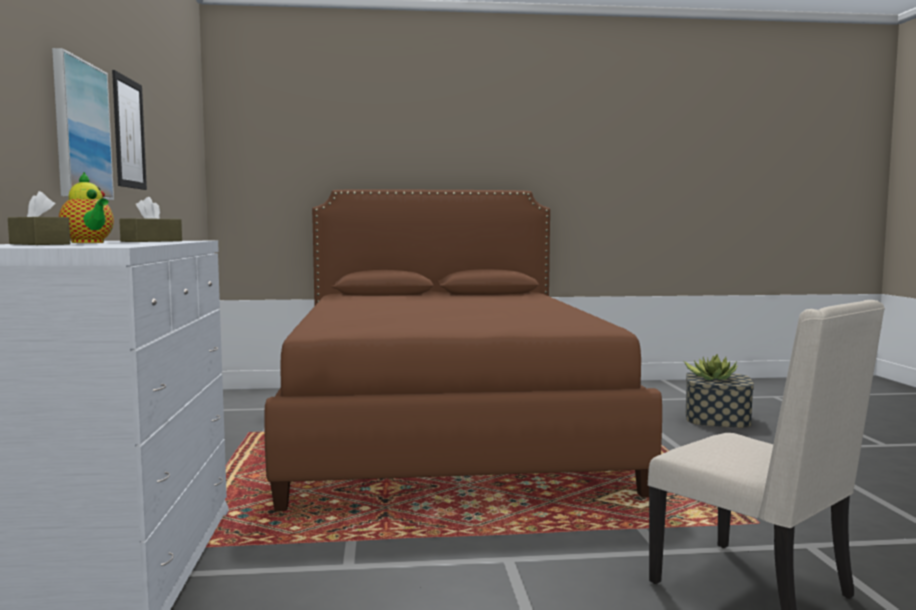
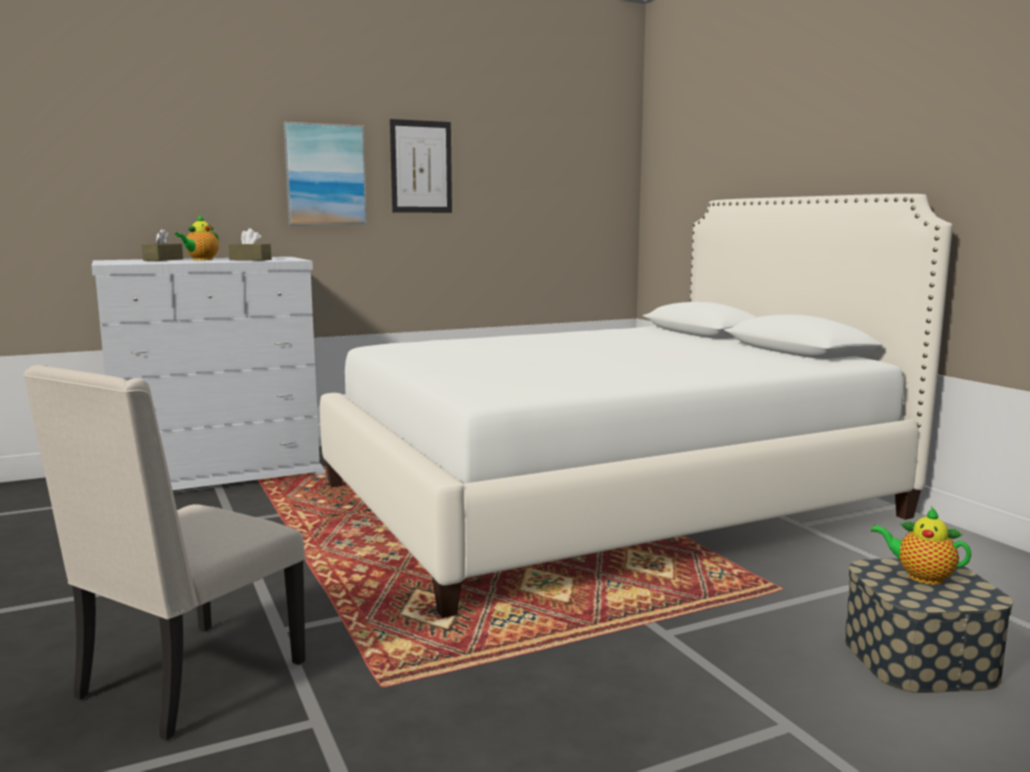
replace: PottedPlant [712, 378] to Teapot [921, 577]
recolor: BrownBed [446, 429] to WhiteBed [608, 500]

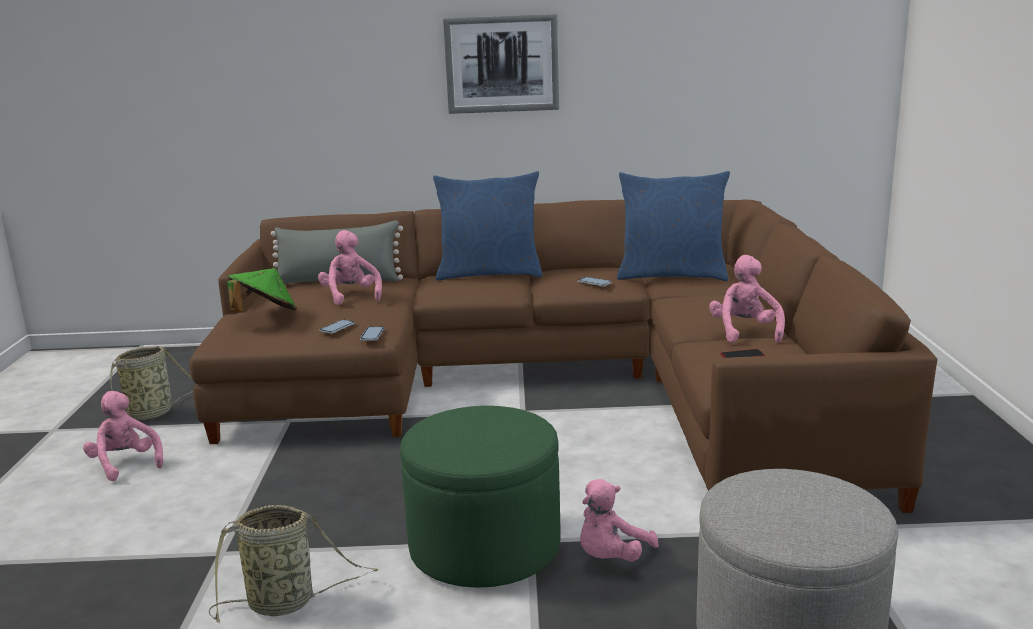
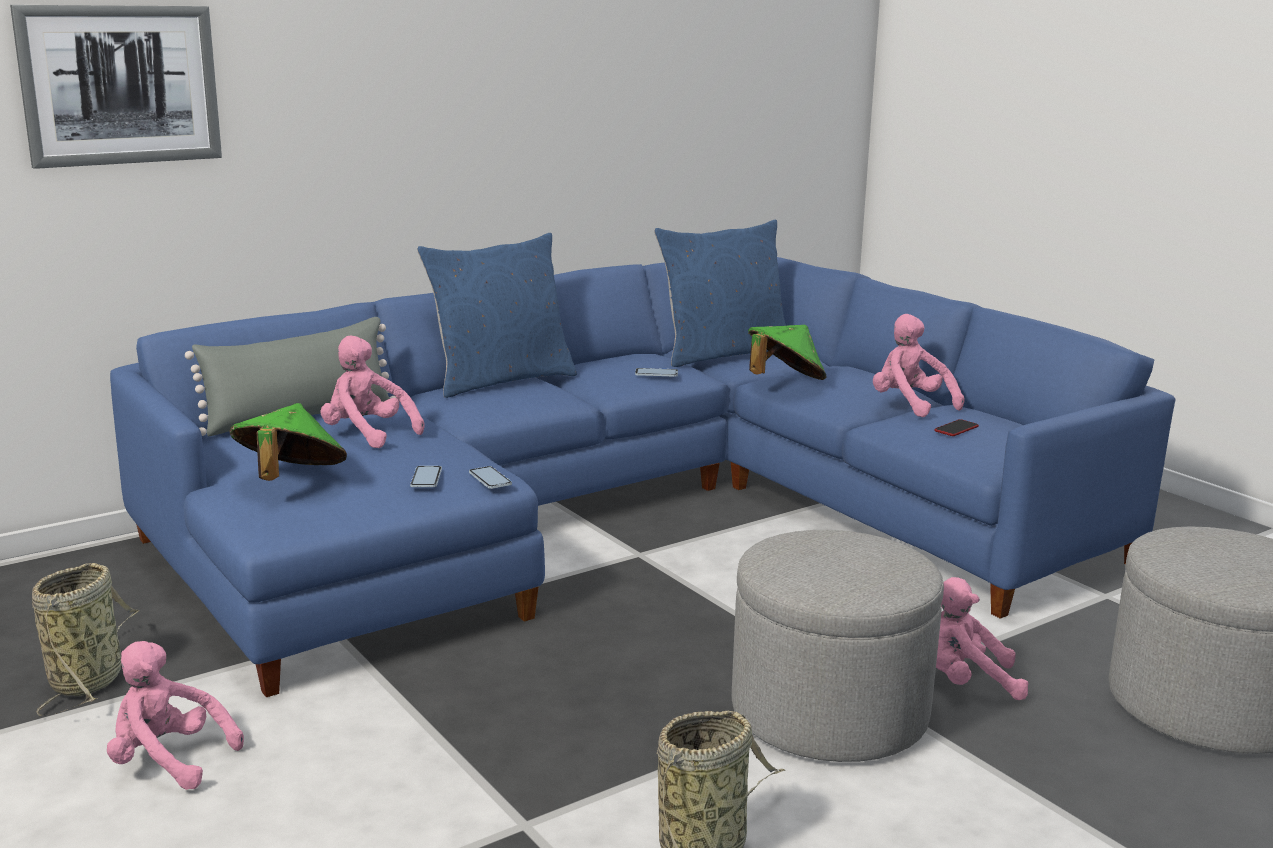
insert: GreenHat [784, 381]
move: Picture [502, 64] to [120, 85]
recolor: BrownSofa [551, 384] to BlueSofa [625, 516]; GreenOttoman [484, 547] to GreyOttoman [829, 712]
rotate: PinkPlushToy [611, 557] = [965, 682] 90 degrees clockwise

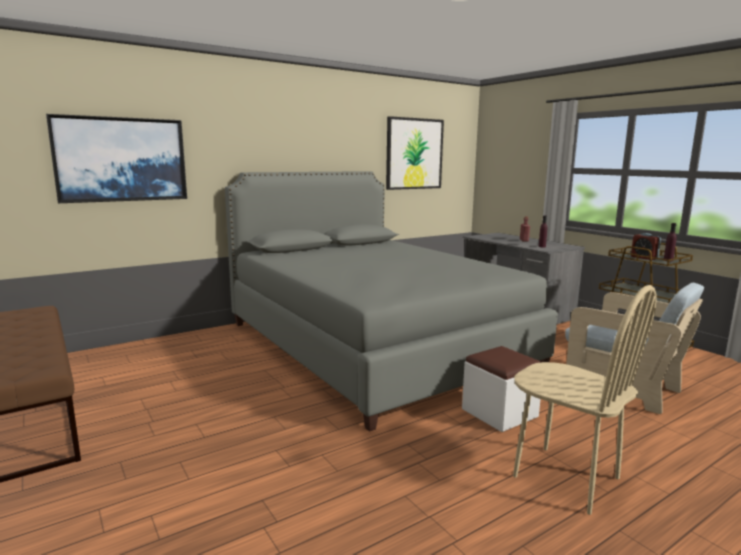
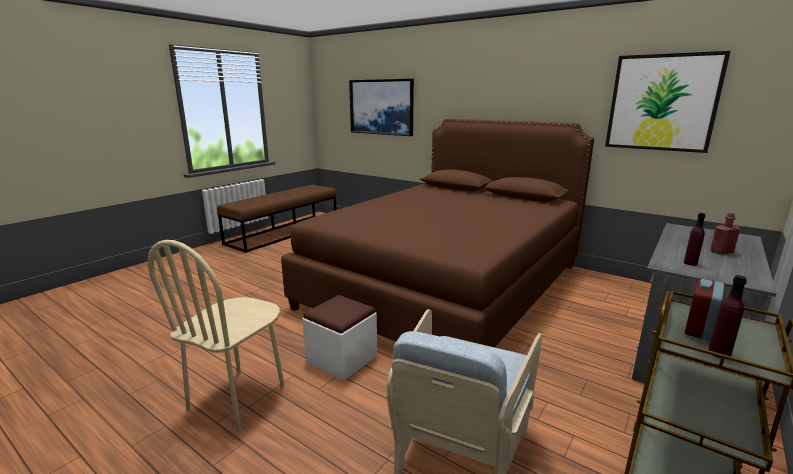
recolor: GreyBed [374, 344] to BrownBed [446, 286]

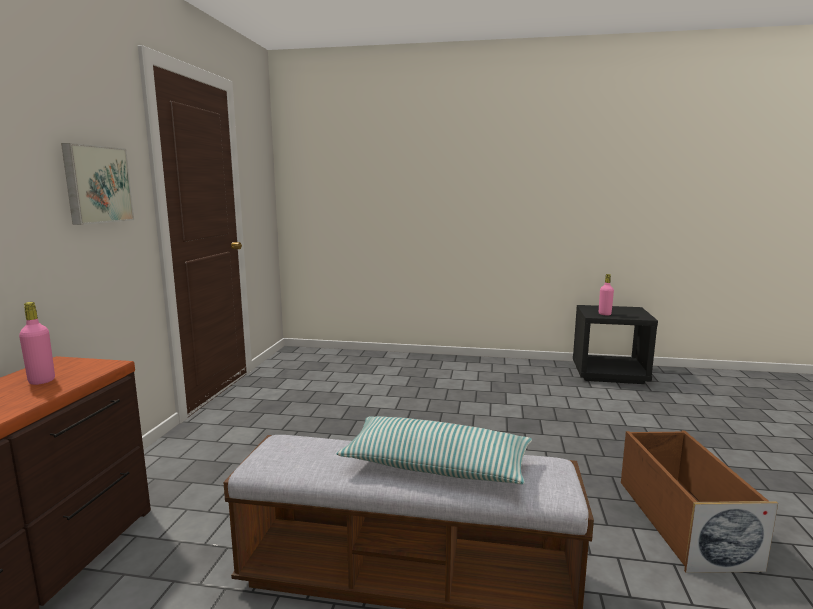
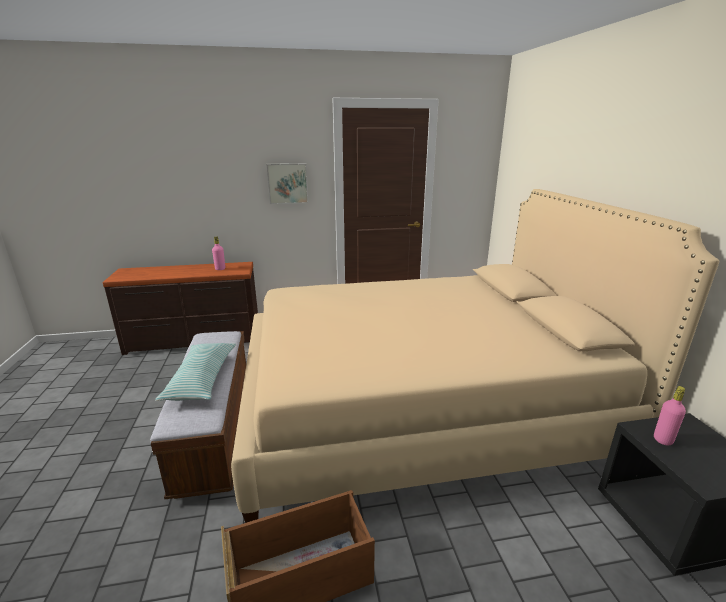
insert: BeigeBed [418, 406]

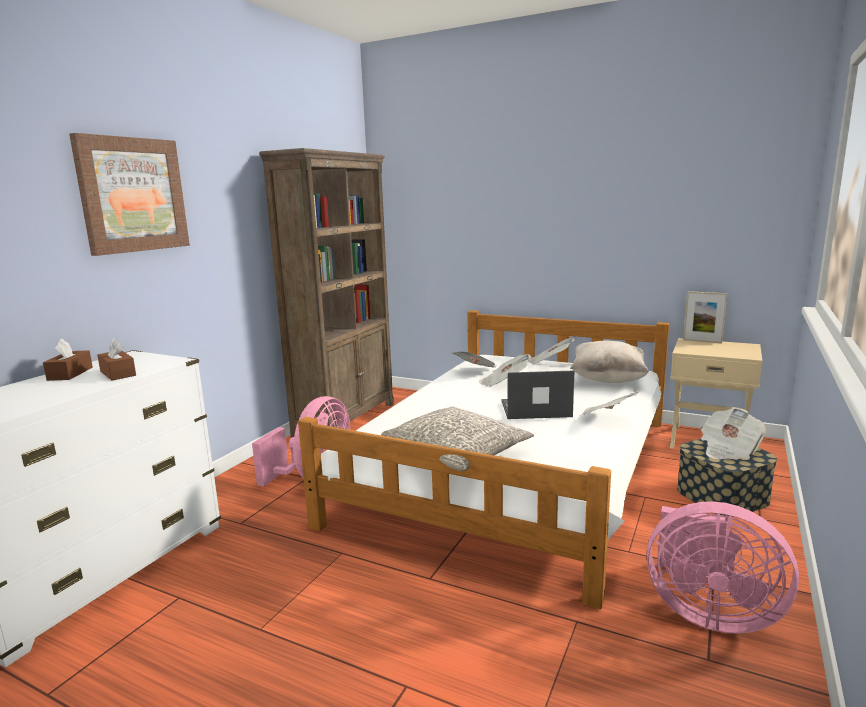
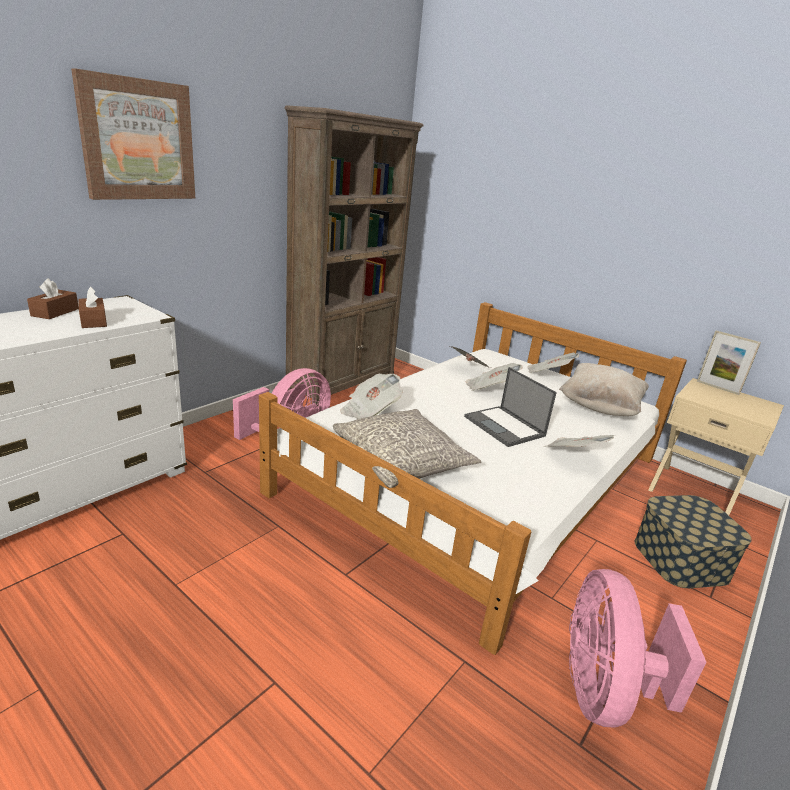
move: Newspaper [728, 450] to [370, 411]
rotate: Laptop [534, 409] = [505, 426] 135 degrees counterclockwise; PinkFan [707, 612] = [603, 690] 60 degrees clockwise

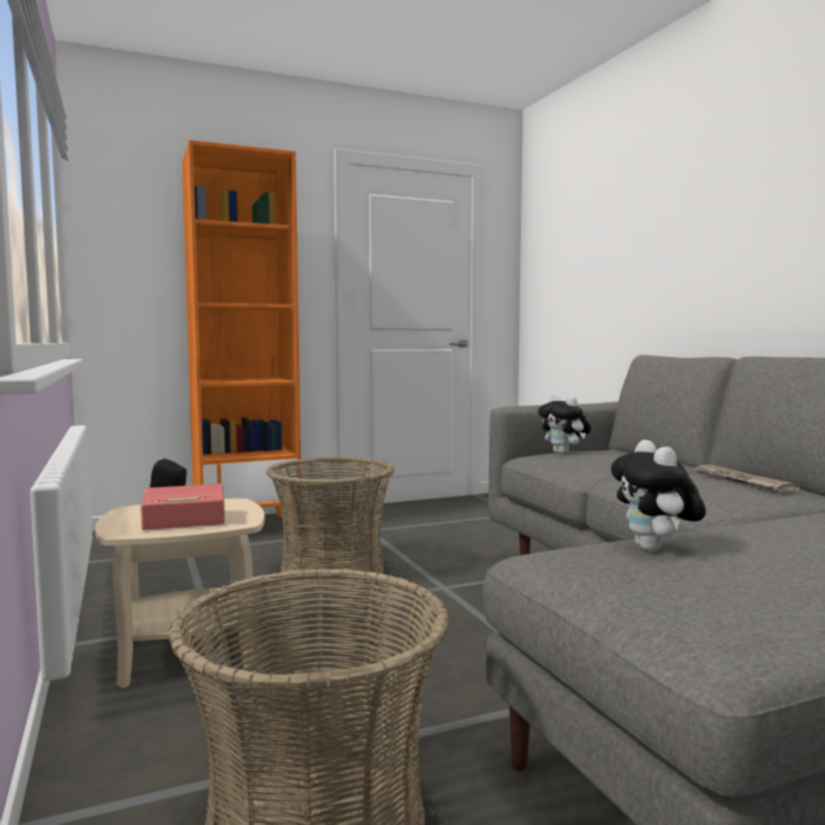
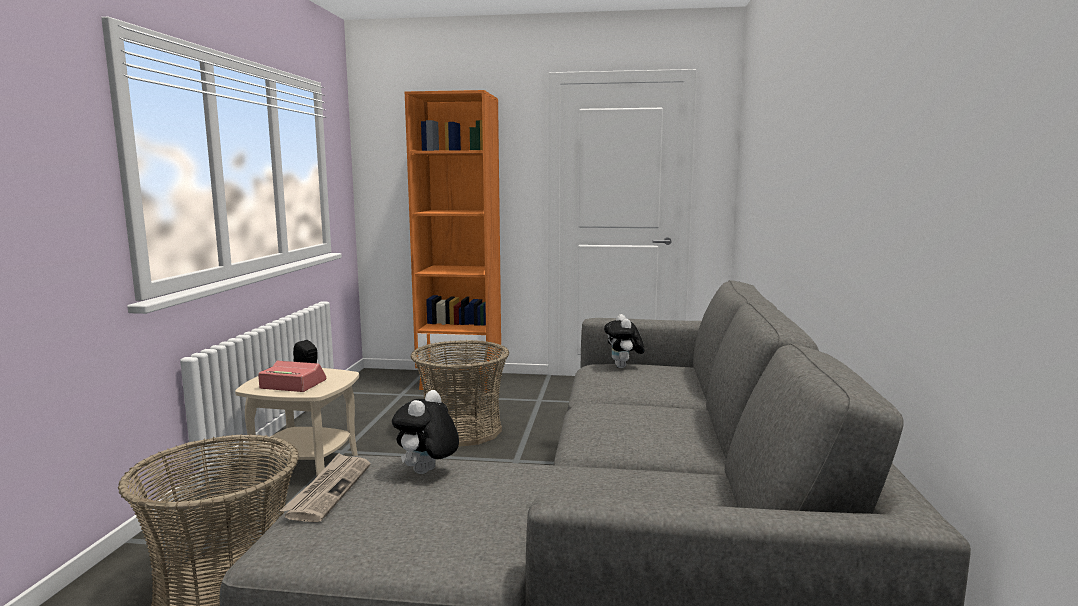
move: Newspaper [740, 481] to [329, 490]

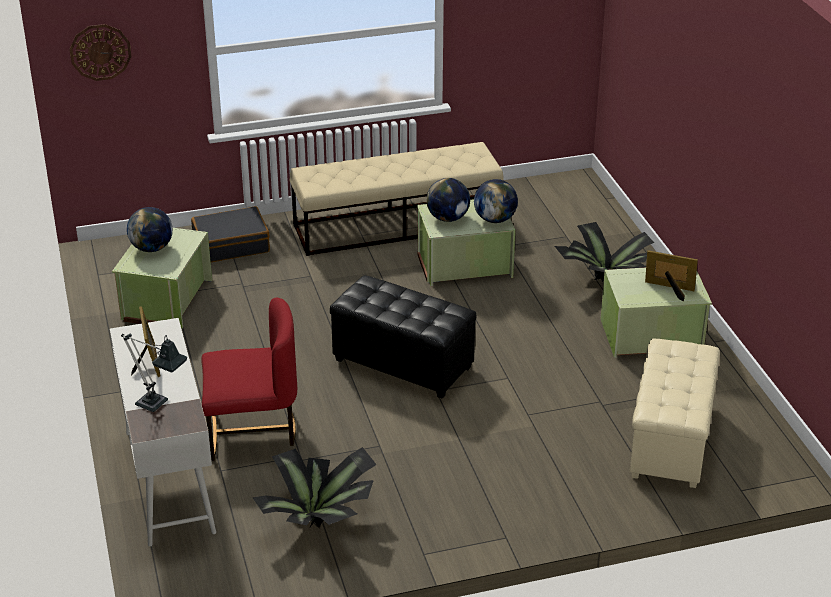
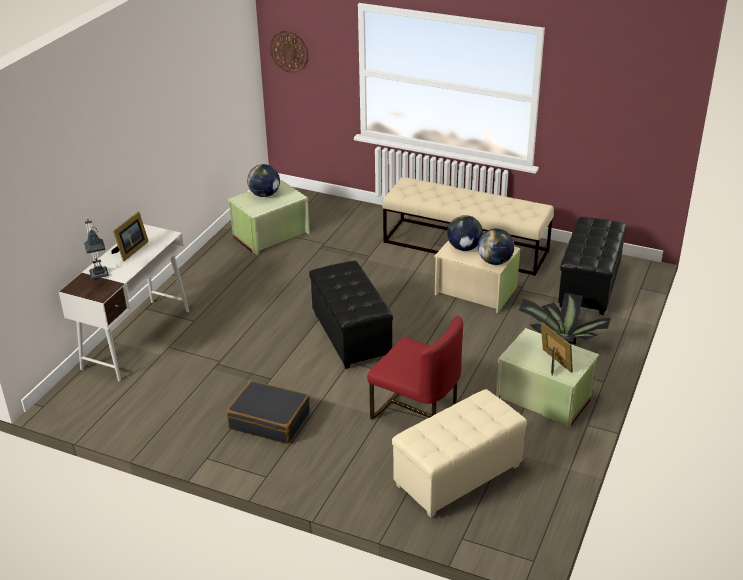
delete: PottedPlant [320, 520]
insert: BlackOttoman [588, 286]
move: BlackSuitcase [231, 245] to [270, 420]; RedChair [252, 431] to [416, 411]
recolor: GreenStorageBox [464, 264] to BeigeStorageBox [475, 290]

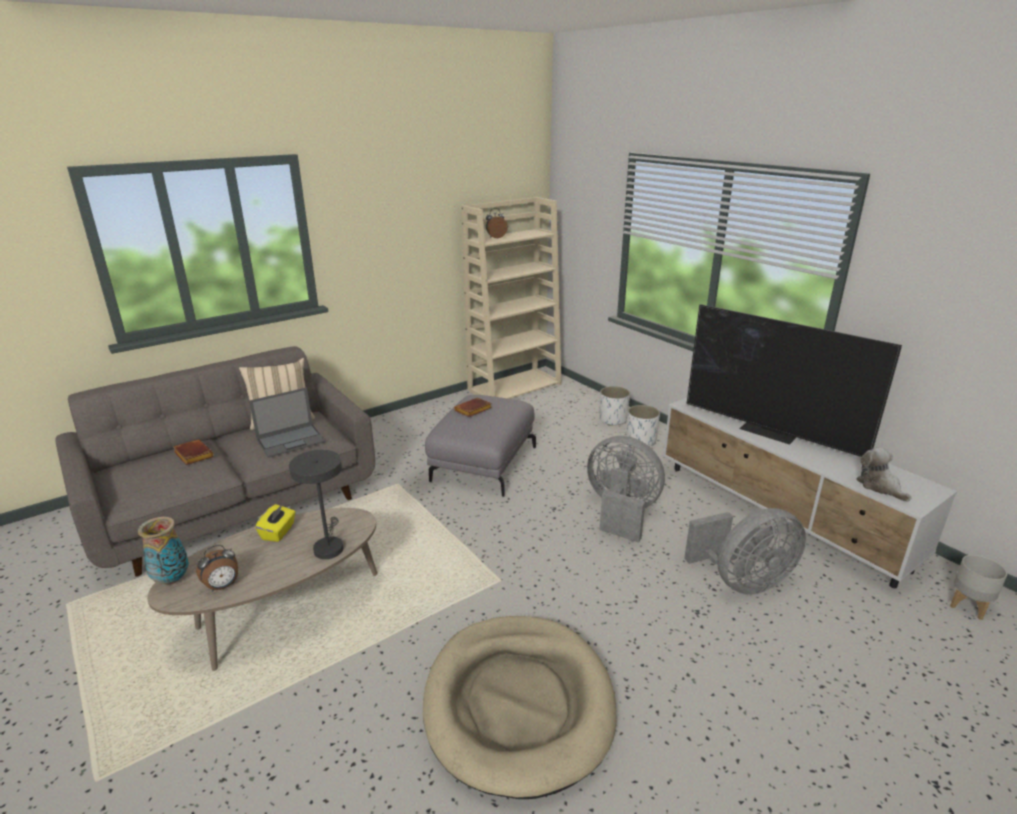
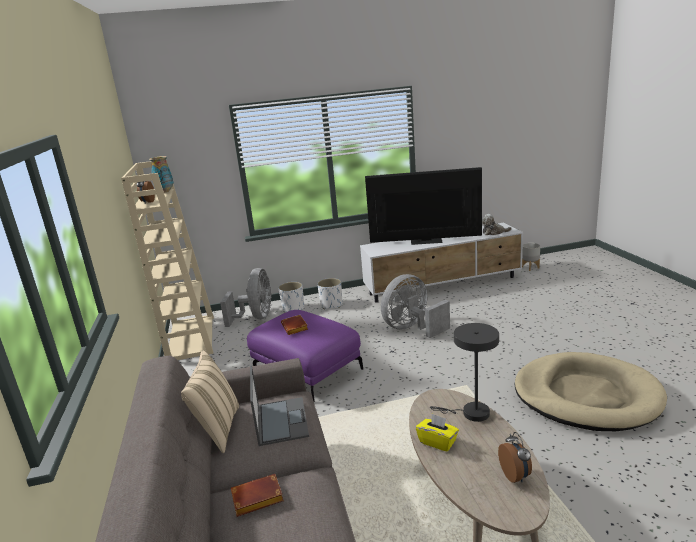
move: Vase [171, 580] to [165, 191]; GreyFan [743, 582] to [256, 317]
recolor: GreyOttoman [483, 463] to PurpleOttoman [306, 371]
rotate: Television [770, 431] = [425, 241] 150 degrees counterclockwise

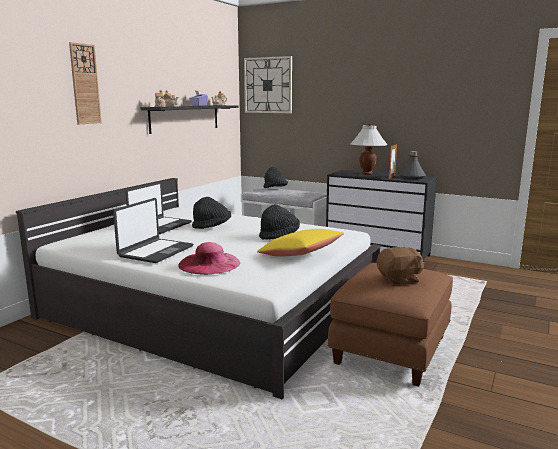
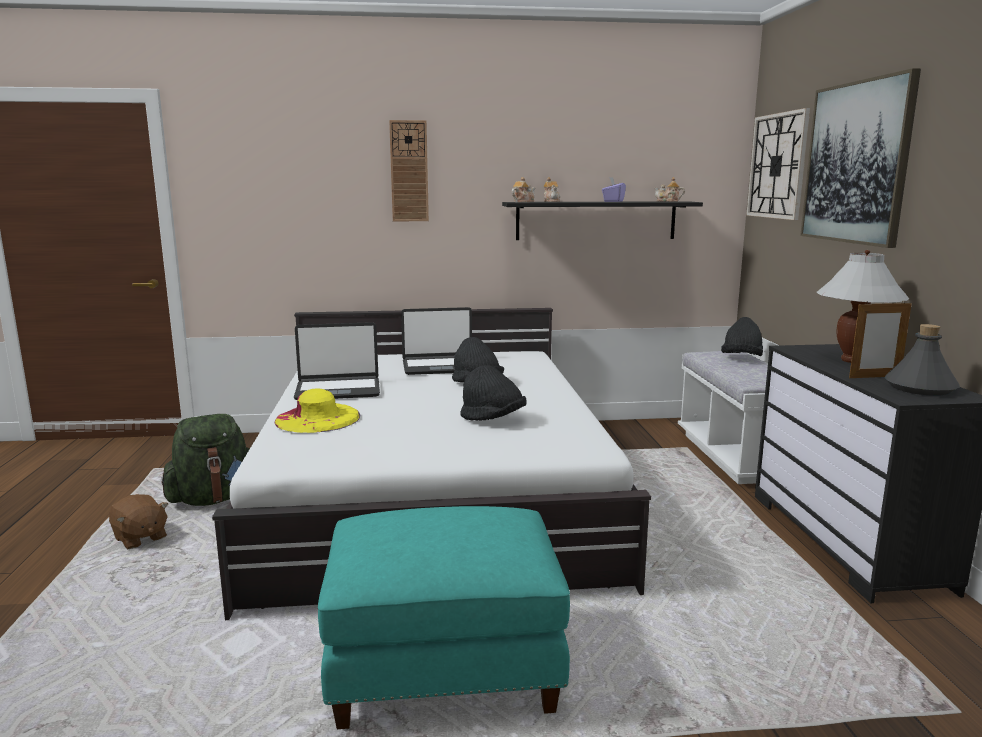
delete: YellowPillow [300, 255]
insert: GreenBackpack [214, 499]; Picture [856, 163]
move: BrownPlushToy [399, 279] to [140, 538]
recolor: PinkHat [209, 263] to YellowHat [317, 418]; BrownOttoman [390, 349] to TurquoiseOttoman [445, 666]

